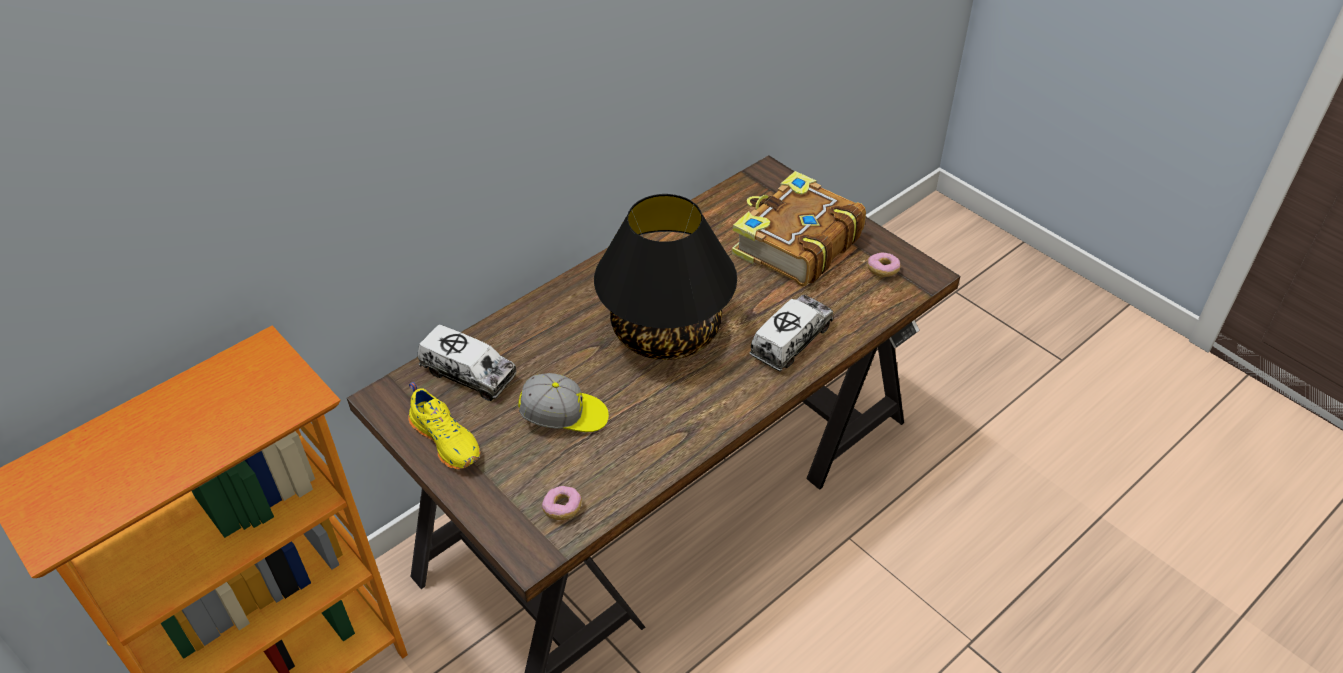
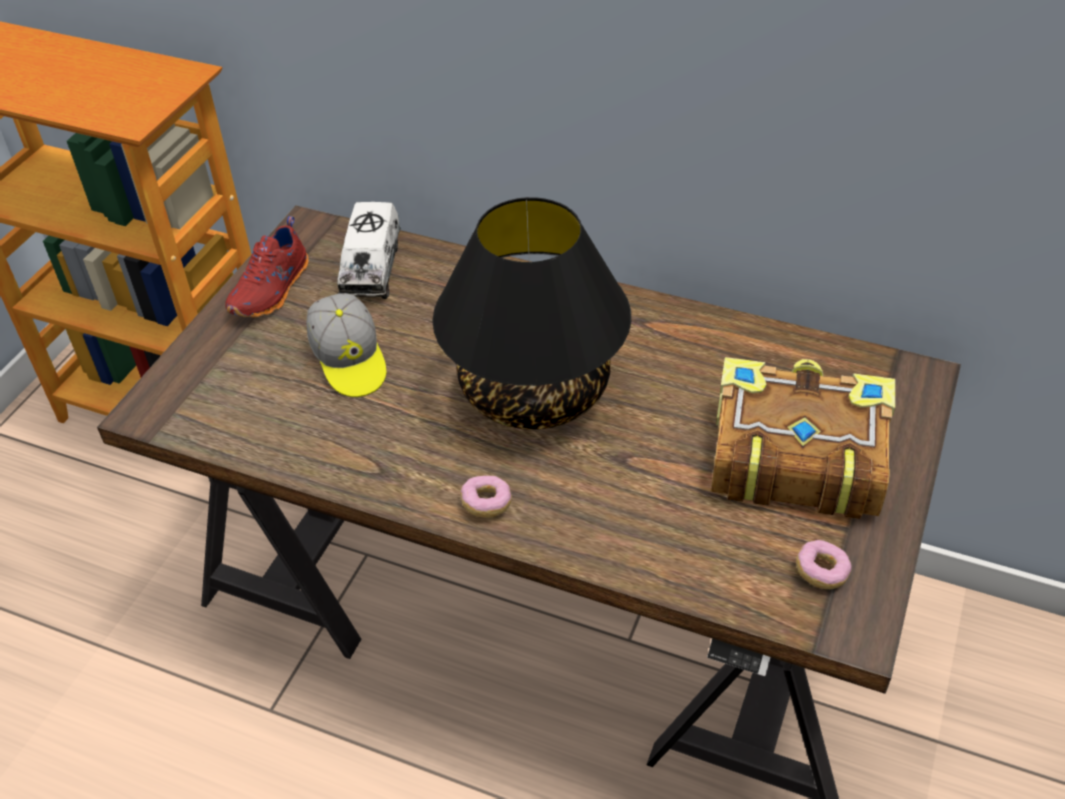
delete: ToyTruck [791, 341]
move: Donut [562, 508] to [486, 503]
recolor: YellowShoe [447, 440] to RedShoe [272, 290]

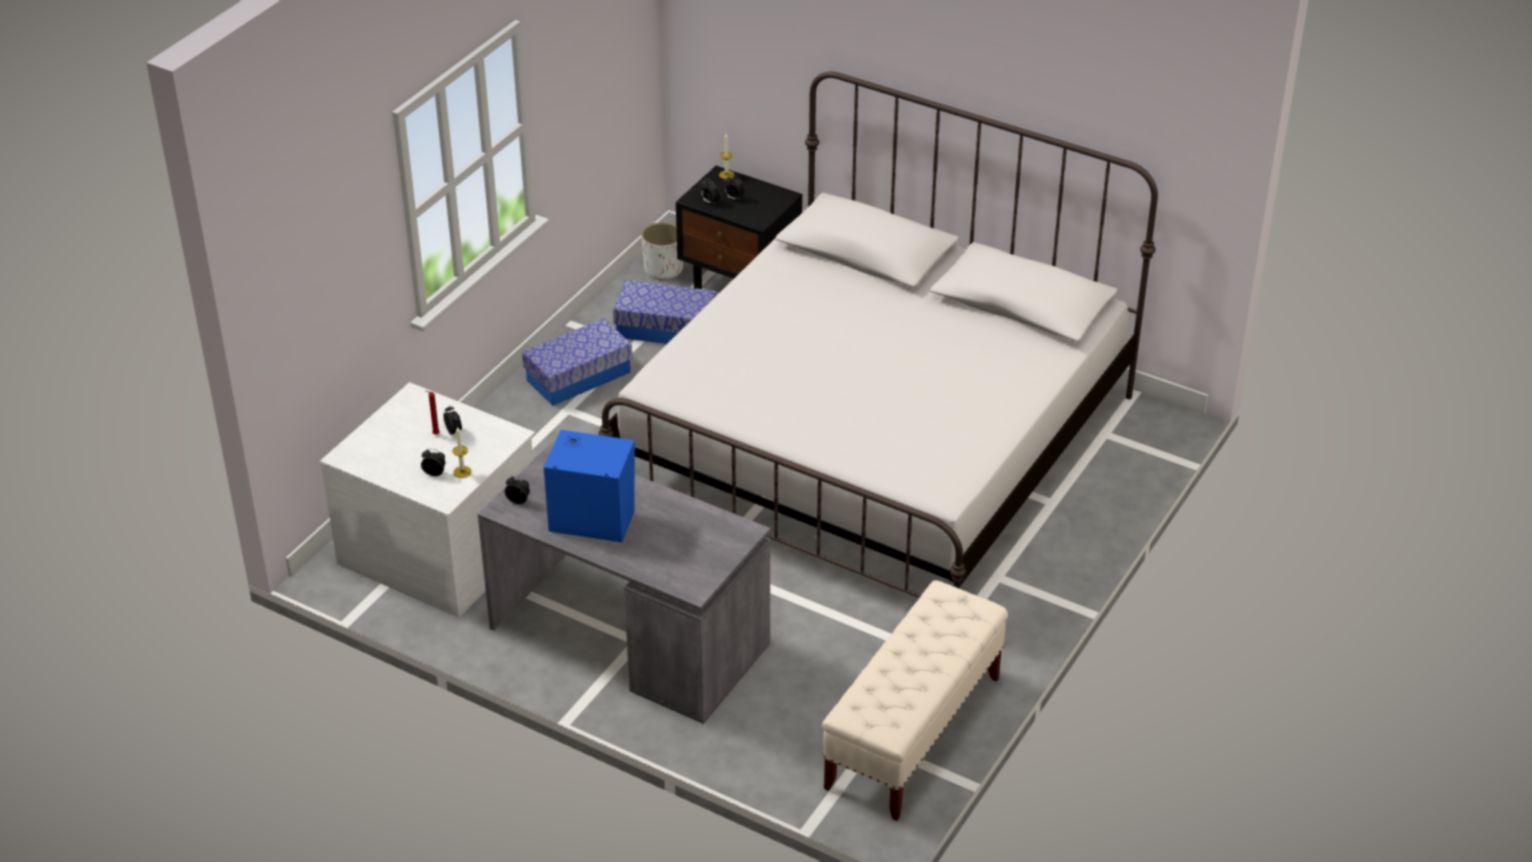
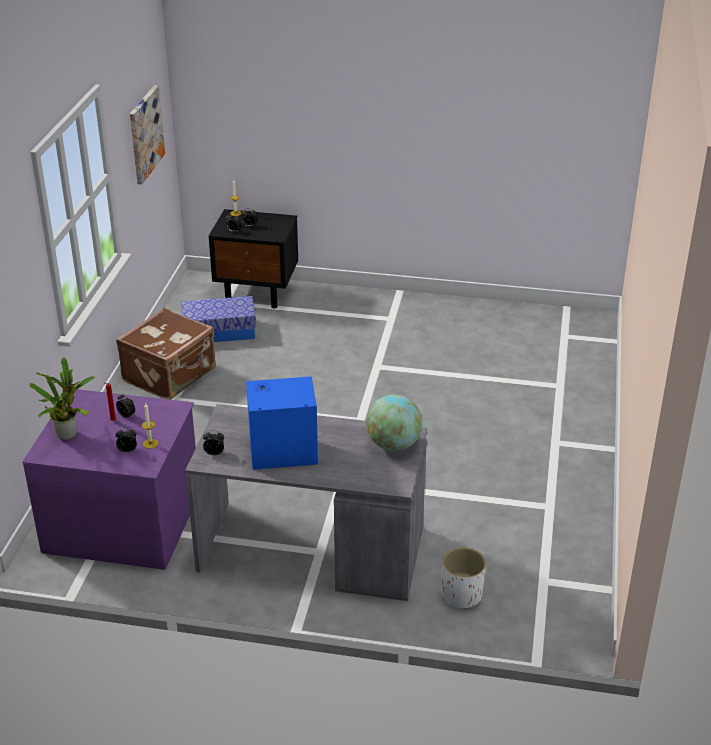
delete: WhiteBed [875, 443]; BeigeBench [913, 733]
insert: PottedPlant [68, 433]; Picture [145, 134]; Globe [393, 444]
move: WhitePlanter [663, 269] to [461, 595]
replace: StorageBox [578, 376] to BrownSuitcase [171, 375]
recolor: WhiteDresser [441, 548] to PurpleDresser [123, 520]

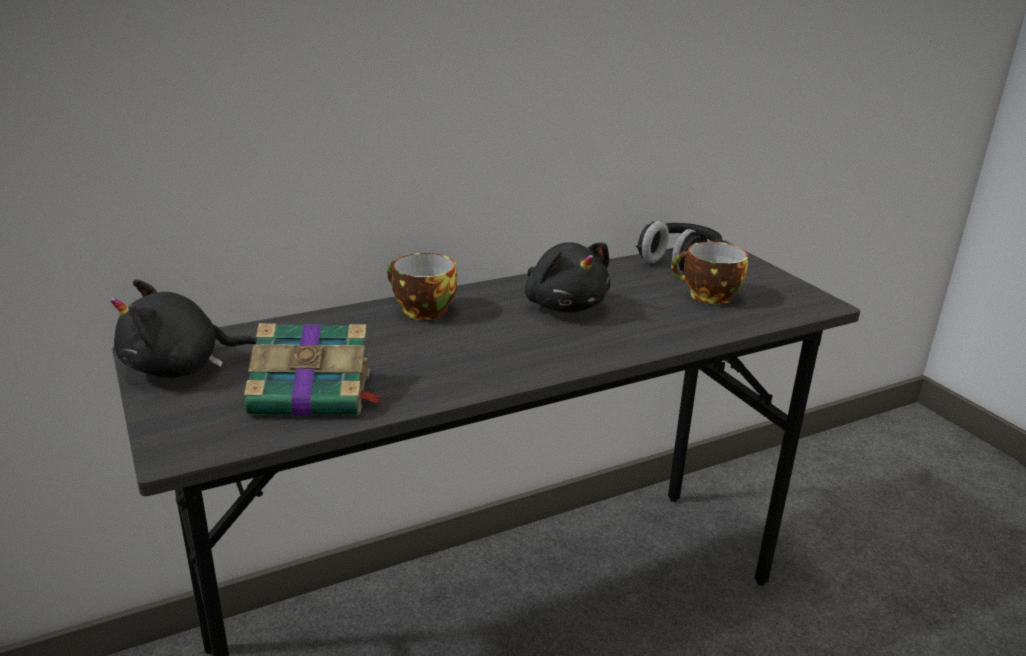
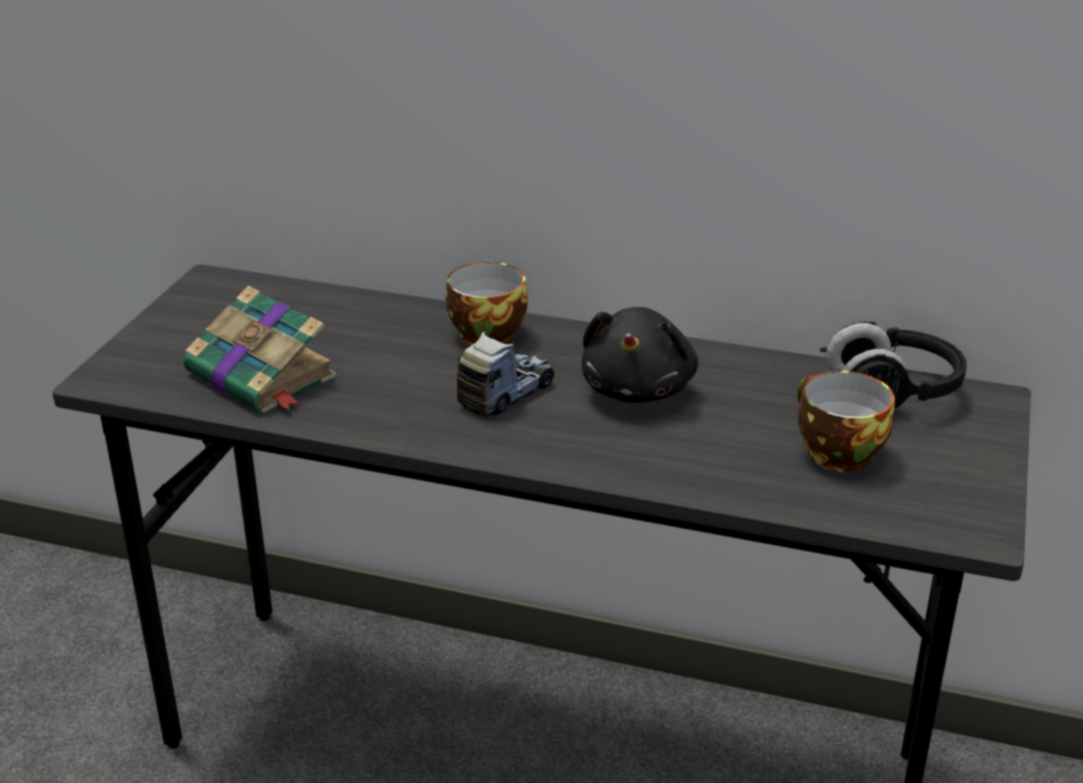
delete: BlackPlushToy [180, 367]
insert: ToyTruck [505, 394]

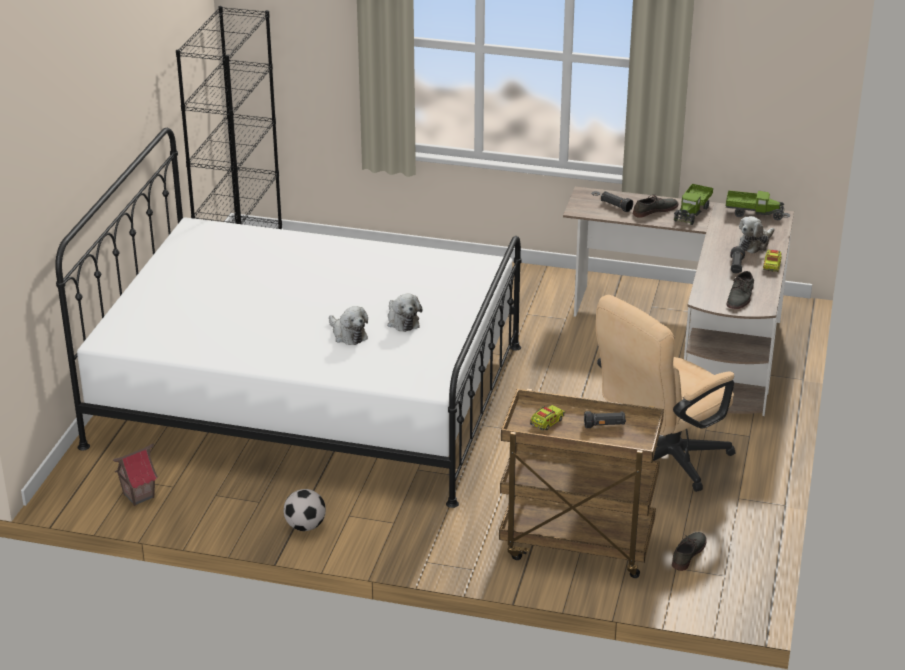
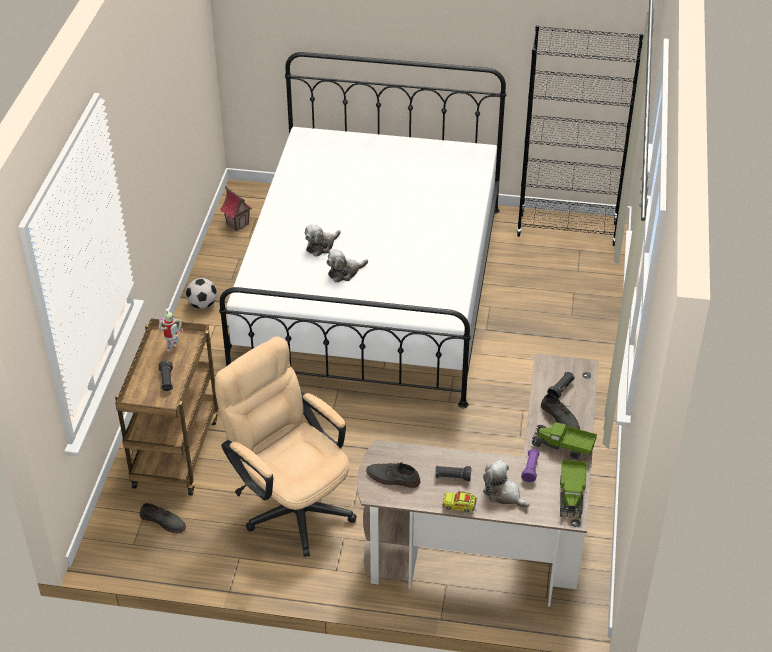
insert: PurpleFlashlight [530, 469]
replace: ToyTruck [547, 422] to ToyRobot [172, 348]

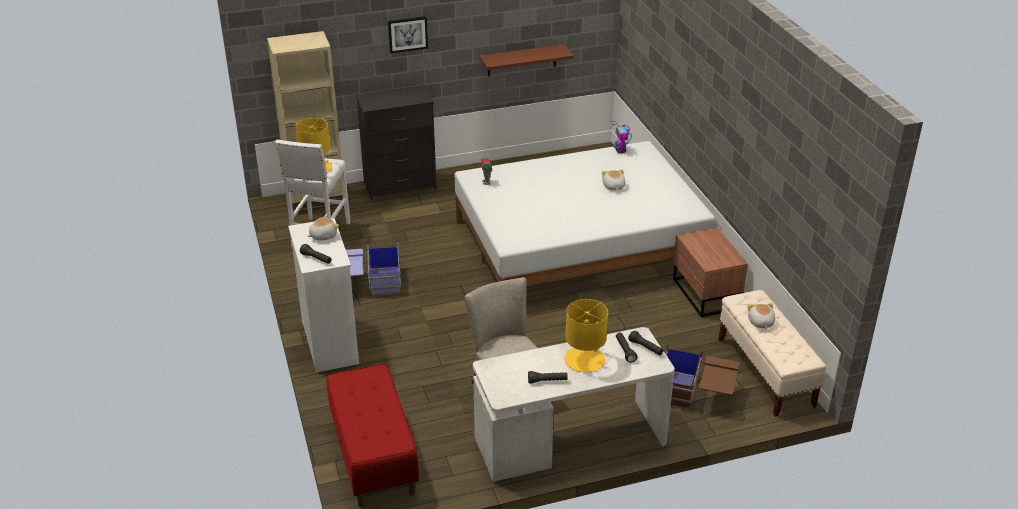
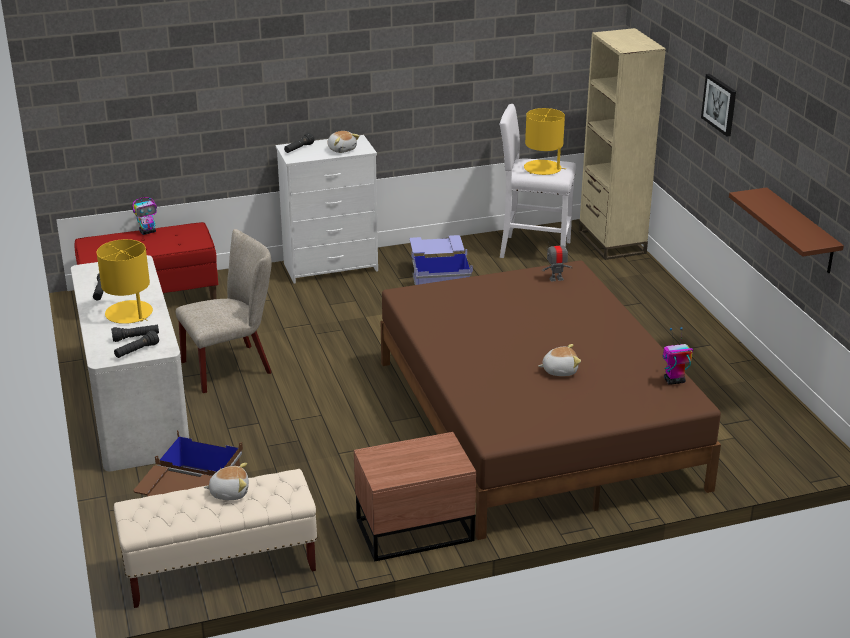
delete: BlackDresser [401, 186]
insert: ToyRobot [148, 232]
recolor: WhiteBed [579, 245] to BrownBed [534, 422]

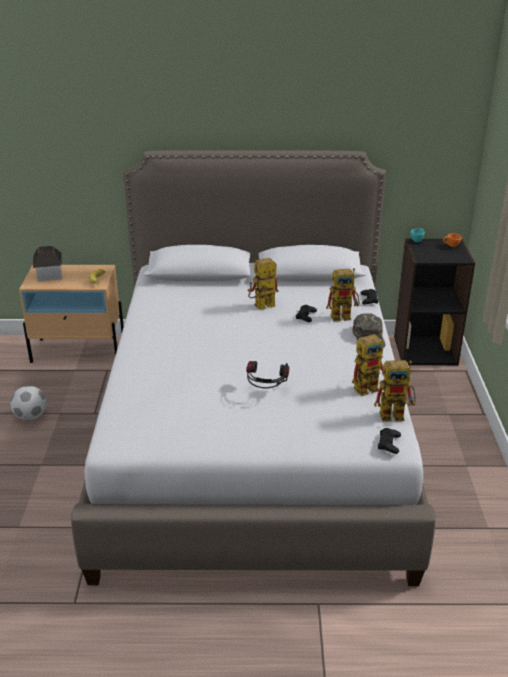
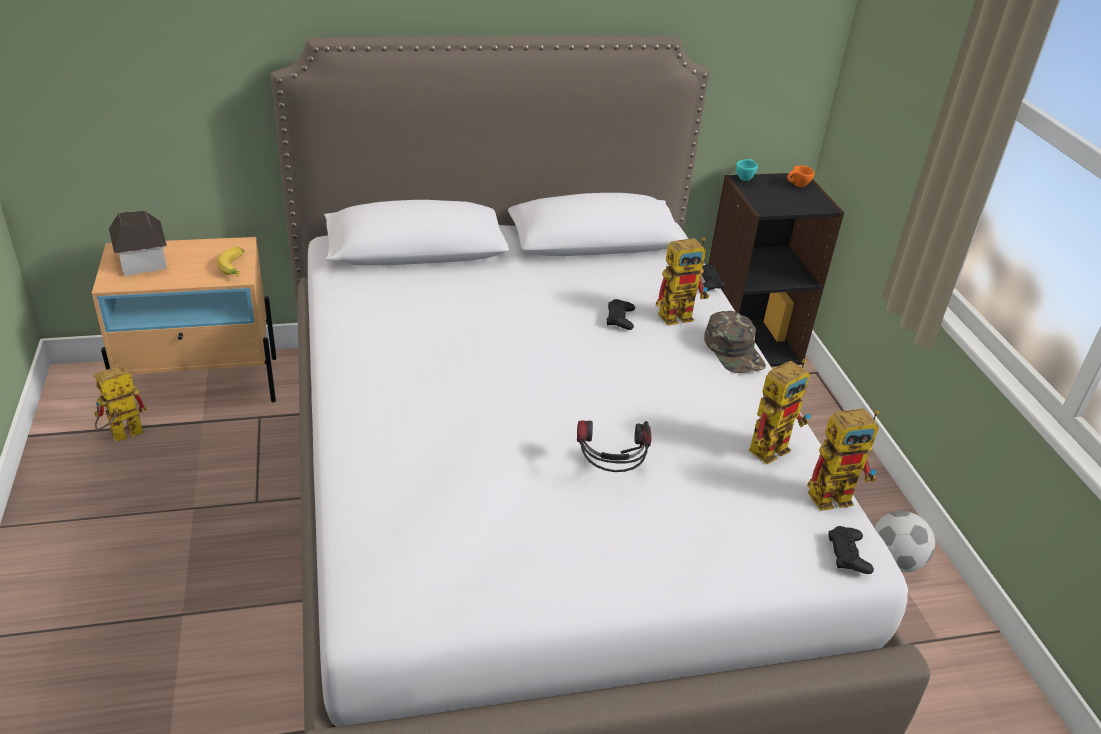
move: Football [31, 417] to [894, 562]; ToyRobot [261, 307] to [120, 436]

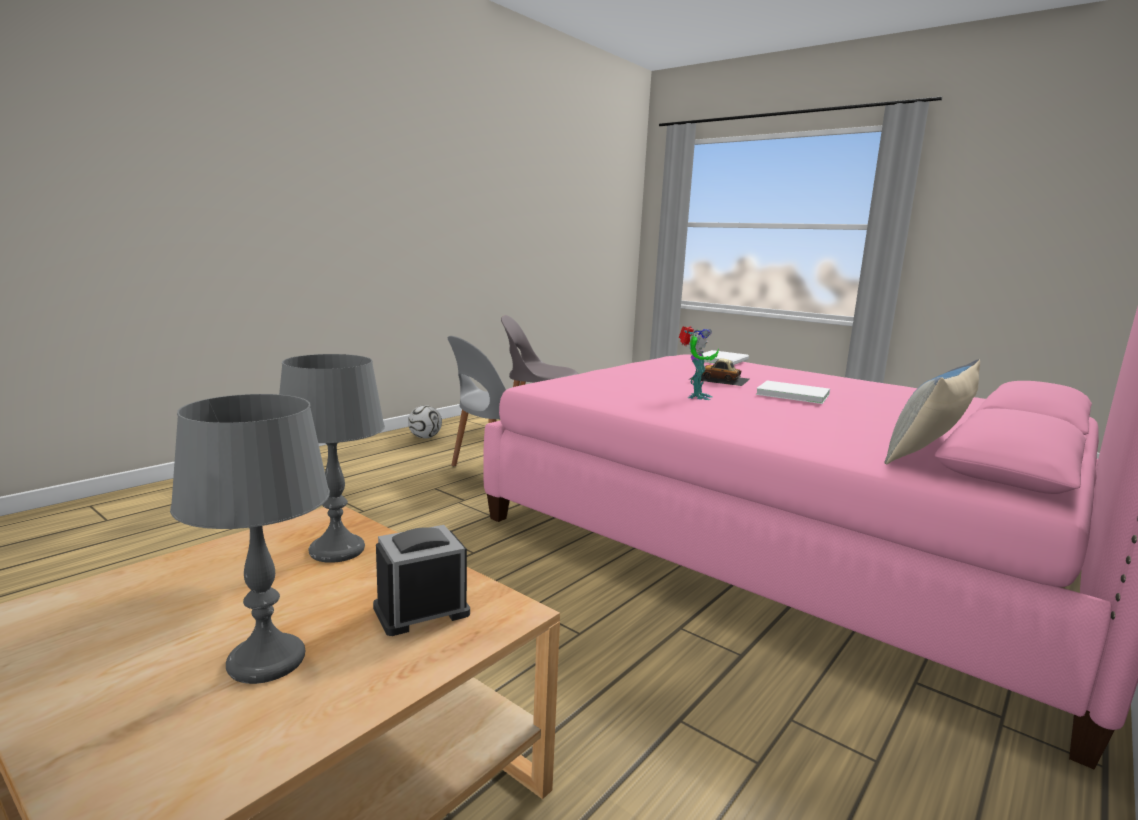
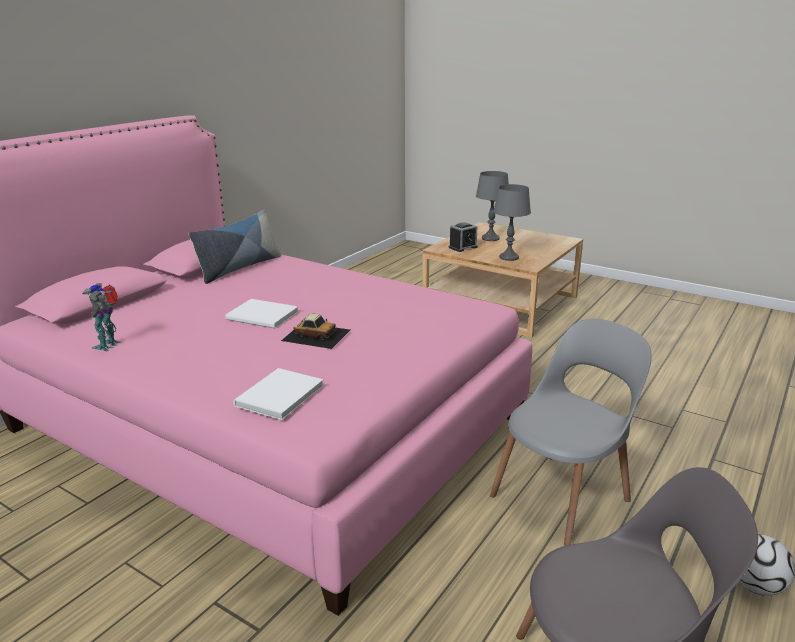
move: ToyRobot [695, 396] to [110, 345]

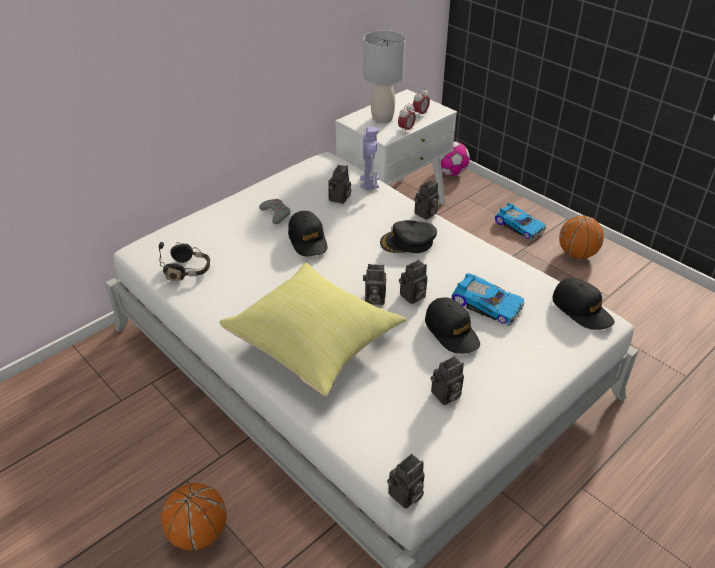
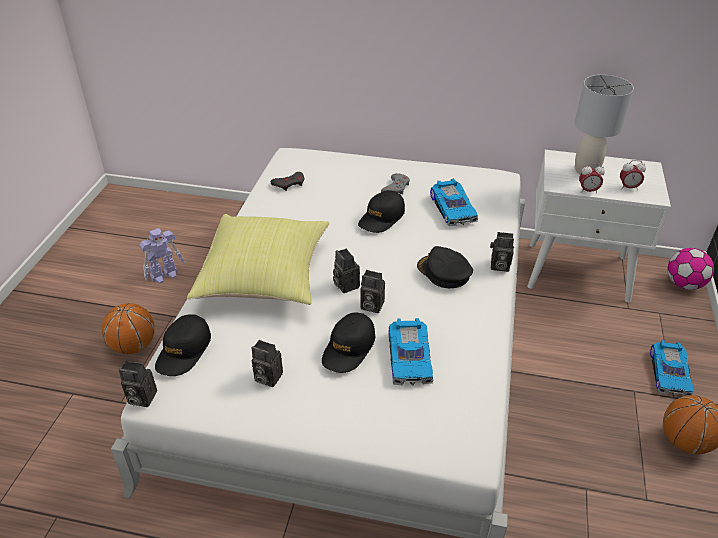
move: ToyRobot [369, 182] to [165, 275]; BlackCap [582, 310] to [184, 351]
replace: BlackHeadphones [188, 270] to GreyGameController [289, 184]; PhotoCamera [340, 199] to ToyCar [453, 208]

